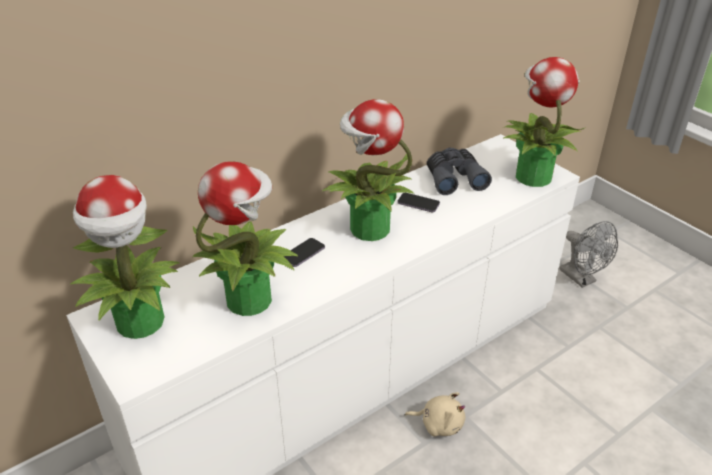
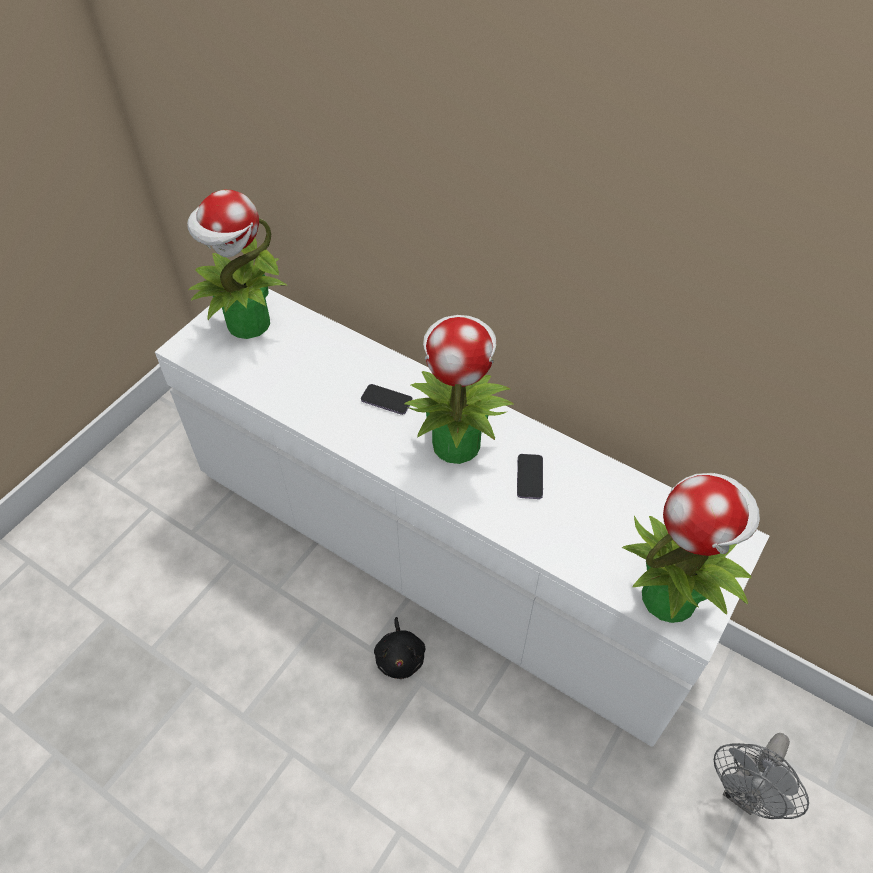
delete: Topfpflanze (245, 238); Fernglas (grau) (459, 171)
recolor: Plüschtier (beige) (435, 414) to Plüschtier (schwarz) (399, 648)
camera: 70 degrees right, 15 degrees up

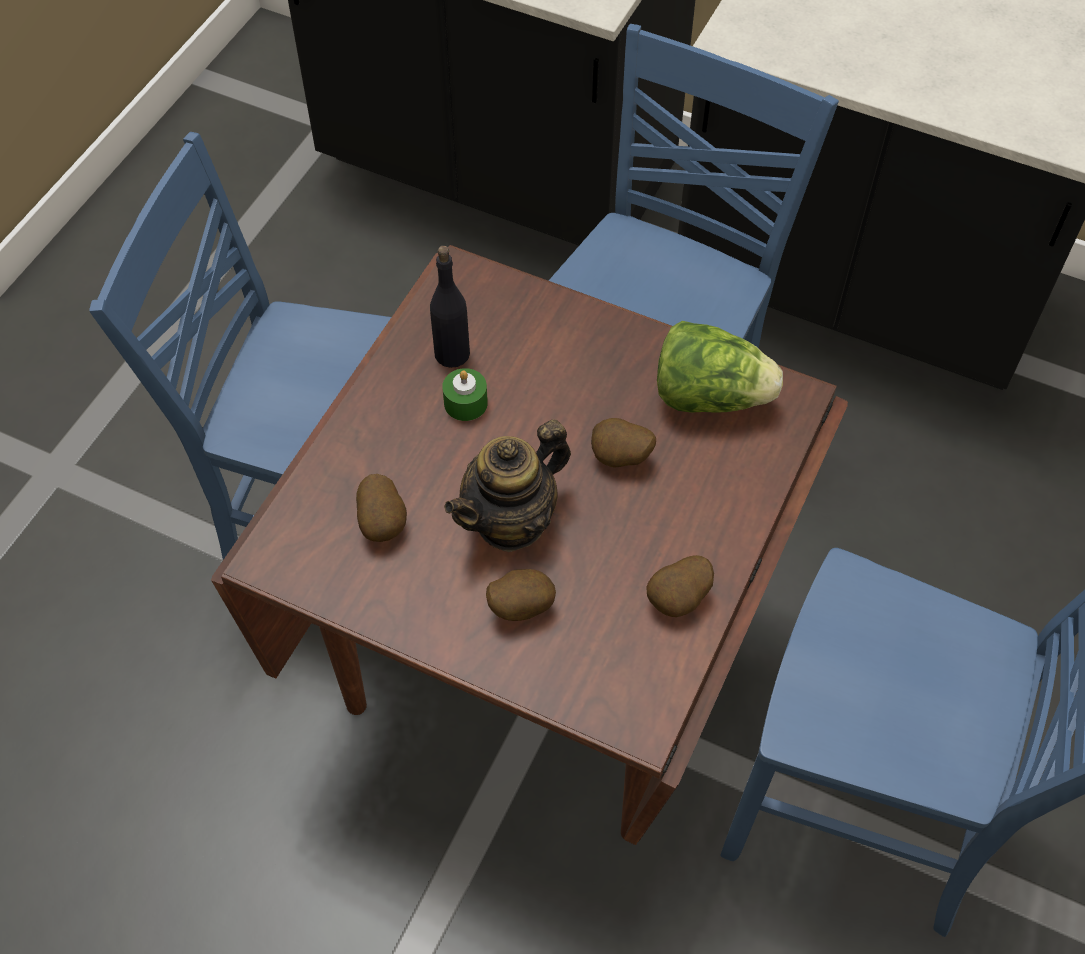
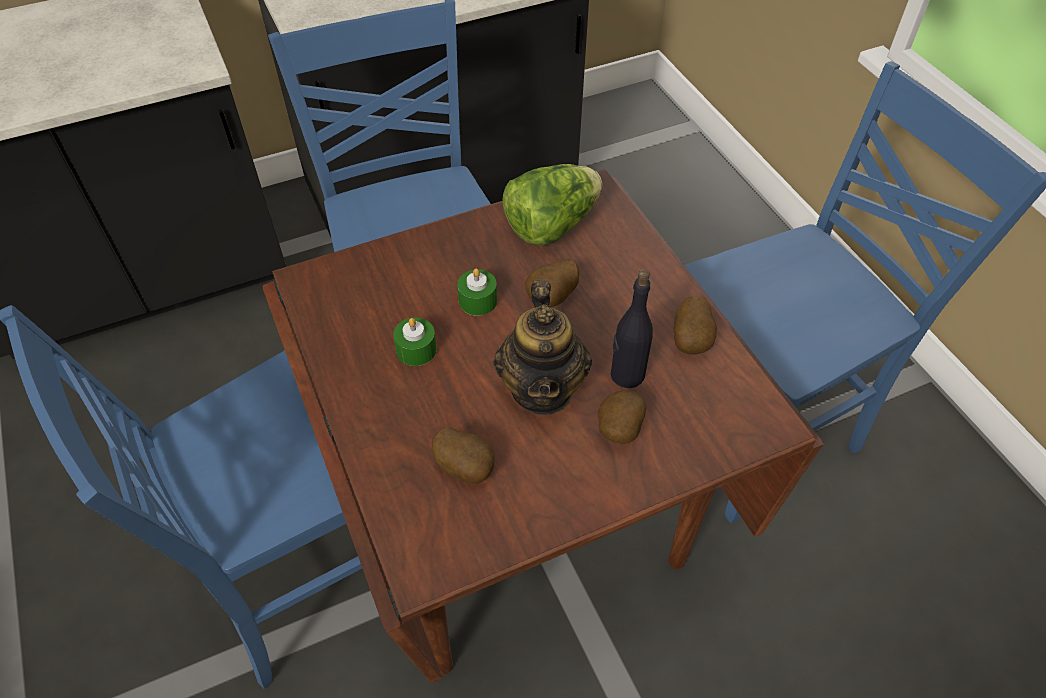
insert: Kerze (grün) (477, 292)
move: Flasche (schwarz) (450, 307) to (632, 328)
camera: 50 degrees left, 5 degrees down

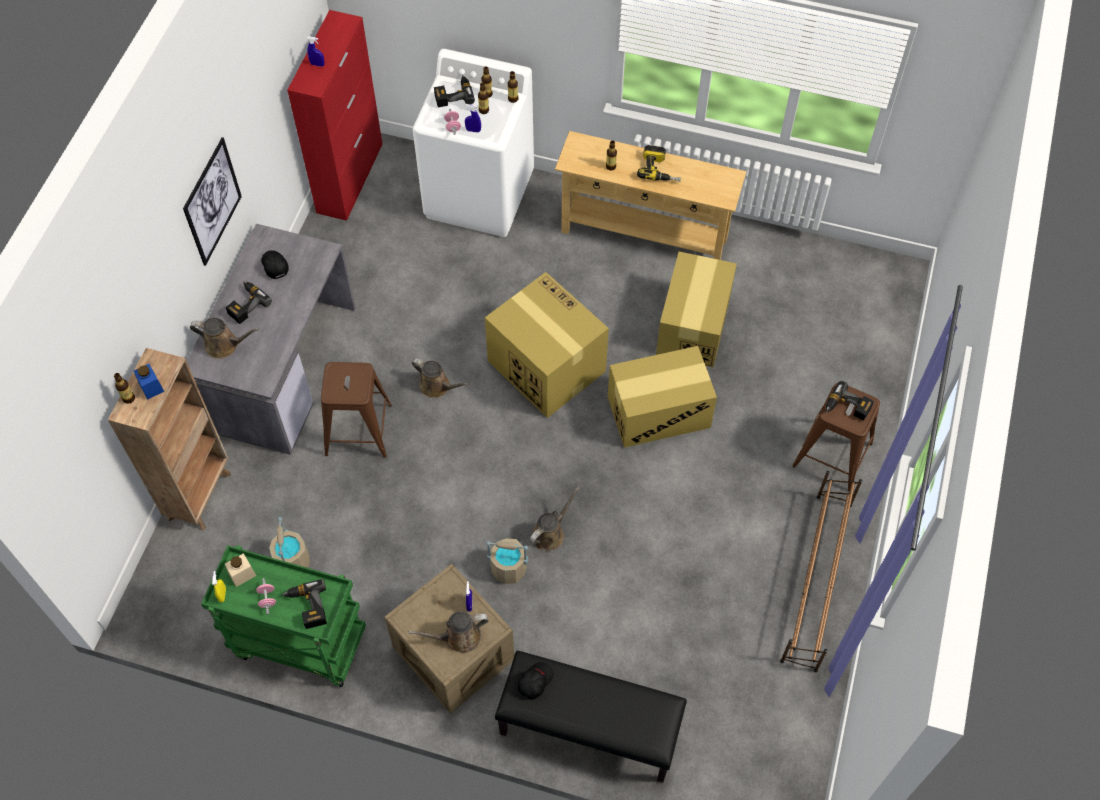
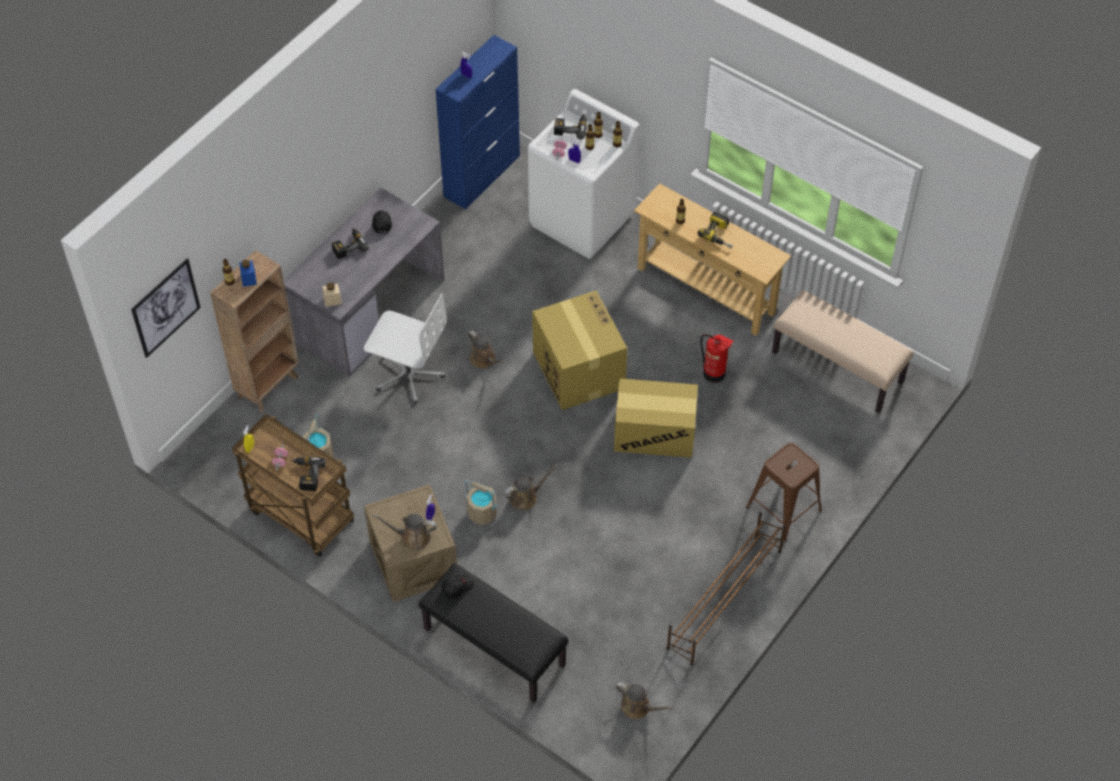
delete: Bohrmaschine (850, 401)
insert: Bank (beige) (842, 351)
move: Bild (212, 201) to (166, 308); Gießkanne (braun) (224, 338) to (644, 700); Vorratsglas (beige) (240, 570) to (332, 294)
replace: Hocker (braun) (356, 410) to Bürostuhl (weiß) (405, 348); Karton (696, 309) to Feuerlöscher (717, 358)
recolor: Rollwagen (grün) (283, 616) to Rollwagen (braun) (293, 485); Schrank (rot) (334, 115) to Schrank (blau) (477, 122)
camera: 20 degrees right, 5 degrees down

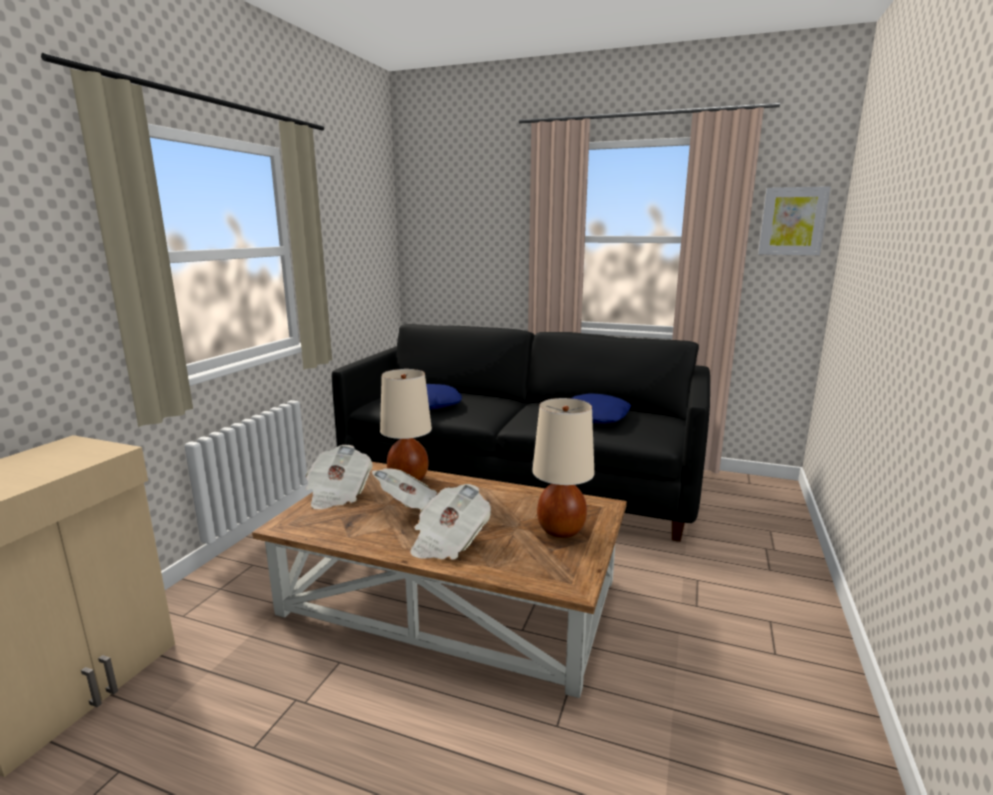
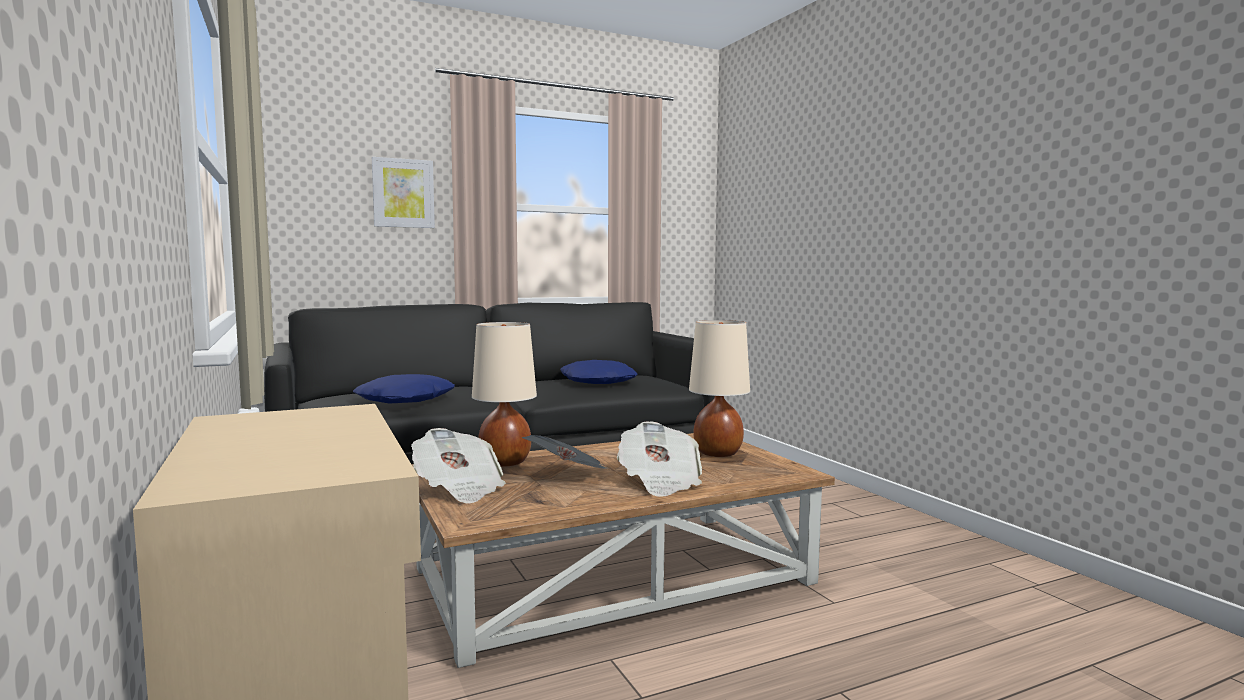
move: Bild (794, 220) to (403, 192)
camera: 45 degrees left, 10 degrees down

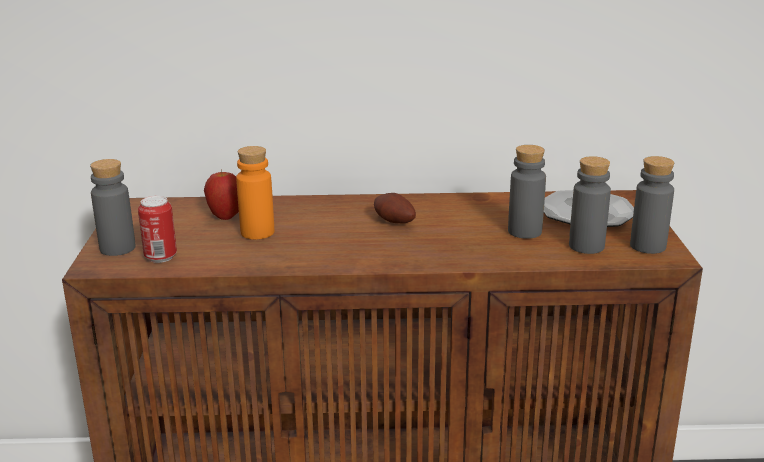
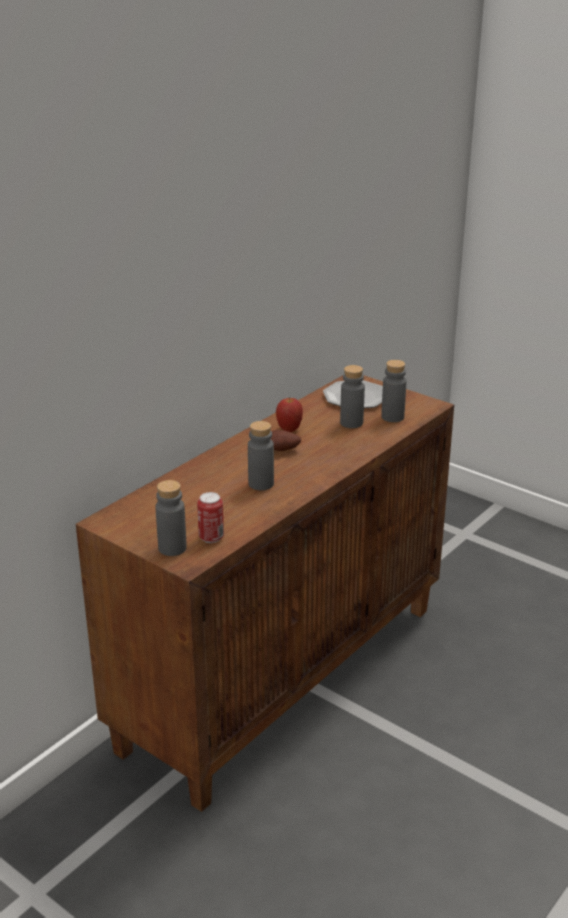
delete: Flasche (orange) (255, 192)
move: Apfel (221, 195) to (289, 415); Flasche (grau) (652, 205) to (261, 455)
camera: 50 degrees left, 5 degrees up

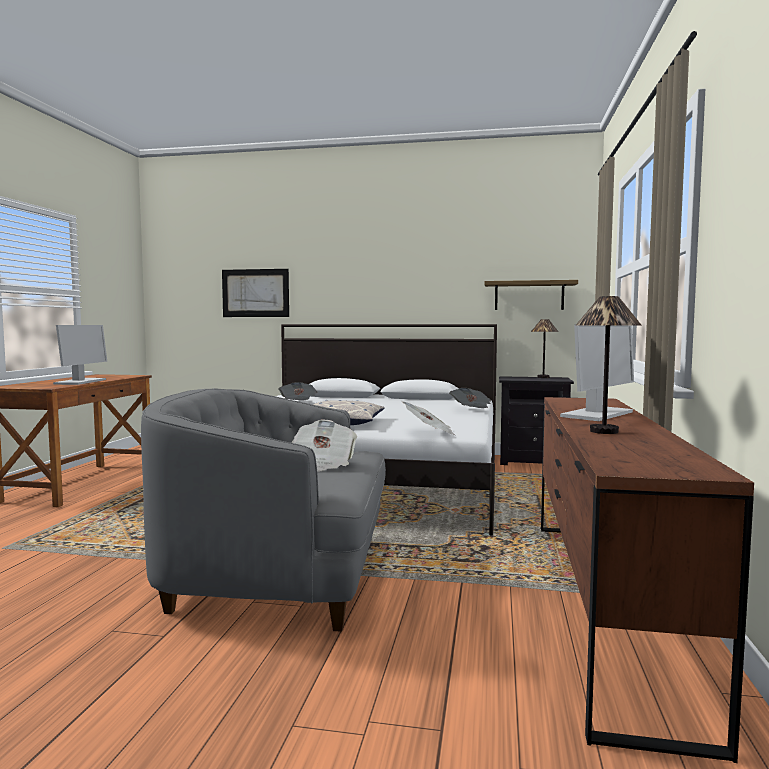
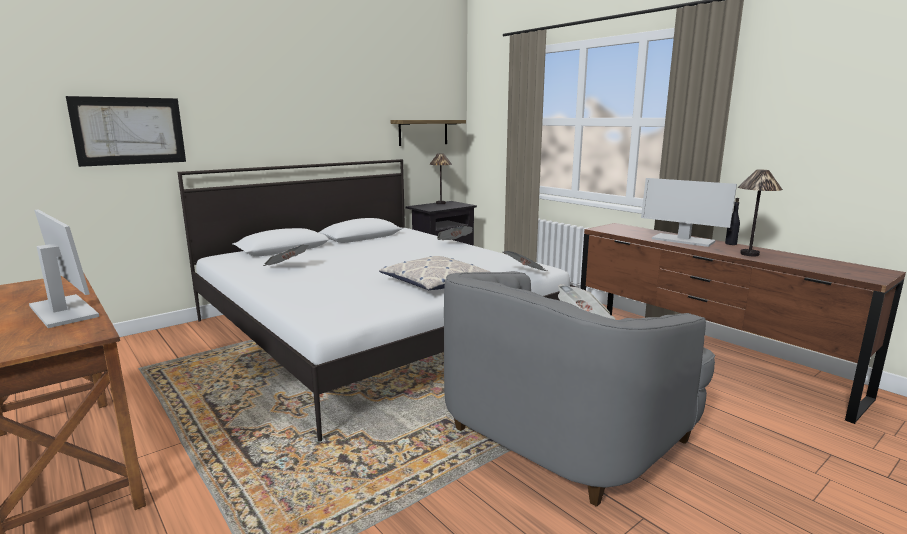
insert: Flasche (schwarz) (732, 221)
rotate: Monitor (597, 372) = (689, 212) 135 degrees clockwise
camera: 50 degrees left, 10 degrees up

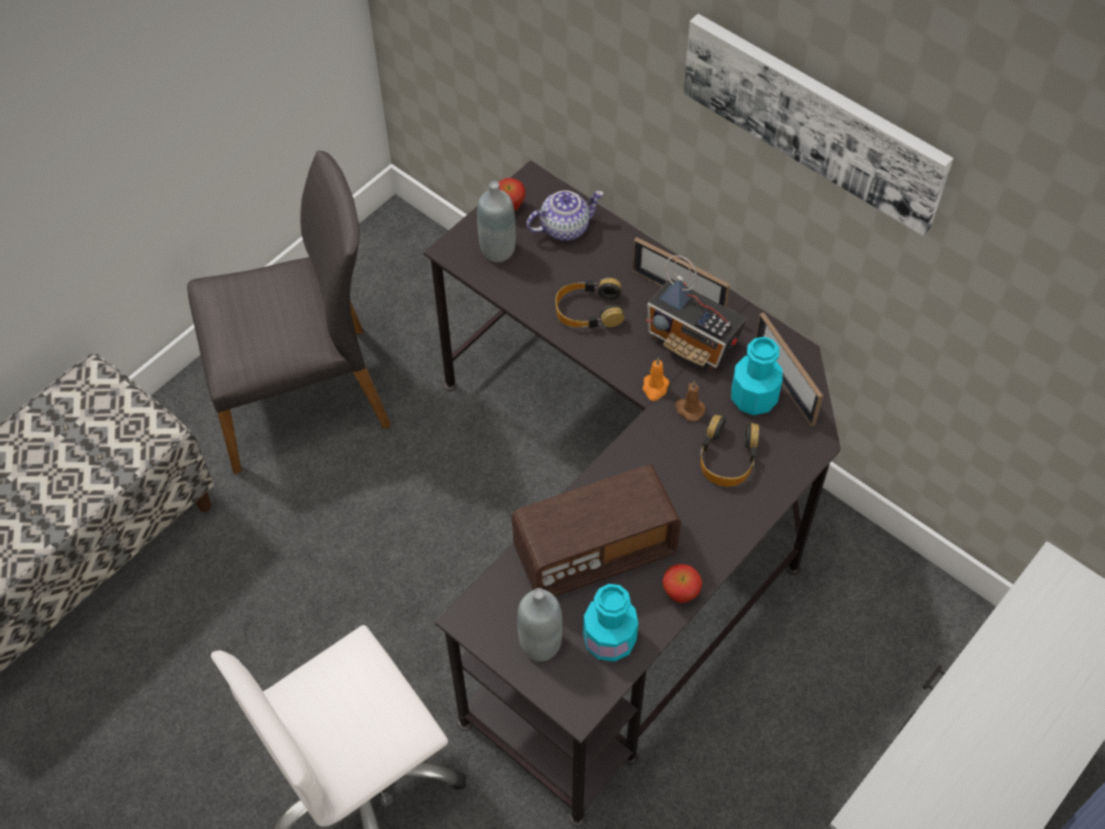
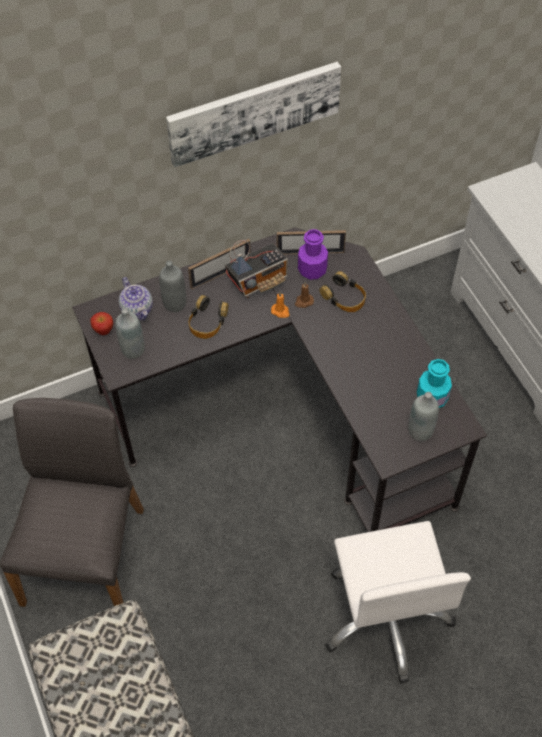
delete: Radio (596, 530); Apfel (682, 583)
insert: Flasche (grau) (172, 286)
recolor: Flasche (türkis) (757, 376) to Flasche (lila) (313, 254)
rotate: Teekanne (565, 215) = (136, 298) 150 degrees clockwise
camera: 65 degrees left, 0 degrees up

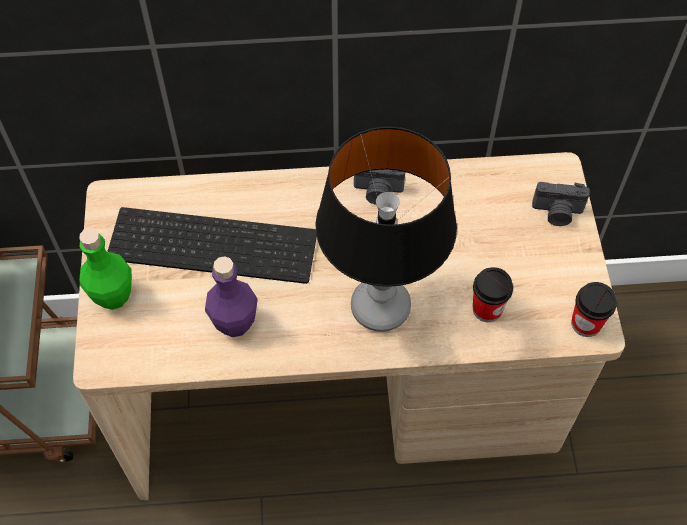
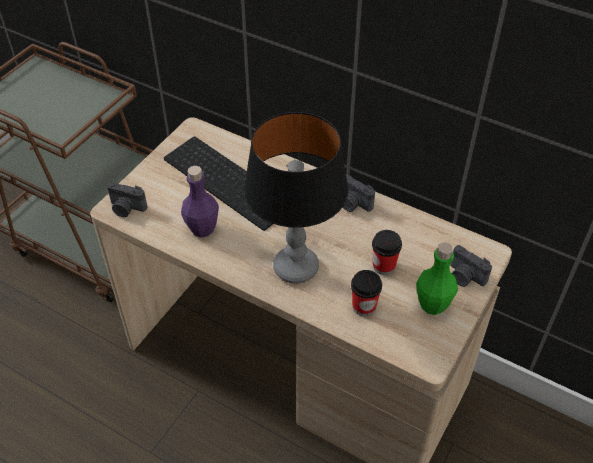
insert: Kamera (127, 199)
move: Flasche (grün) (105, 269) to (437, 278); Tasse (594, 309) to (387, 252)
camera: 35 degrees right, 10 degrees down

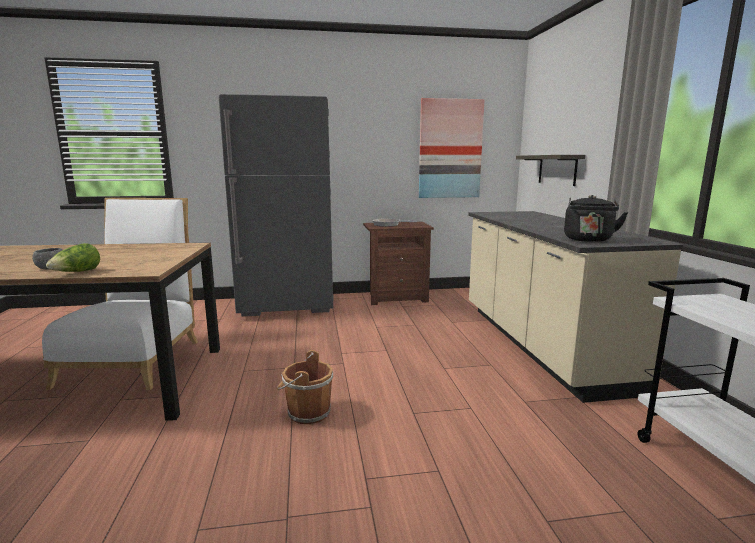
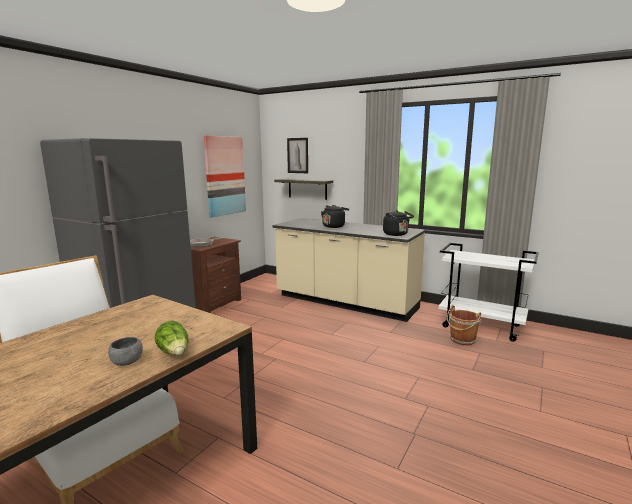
insert: Bild (297, 155); Wasserkessel (schwarz) (335, 216)
move: Eimer (braun) (305, 387) to (464, 325)
camera: 50 degrees left, 0 degrees up

